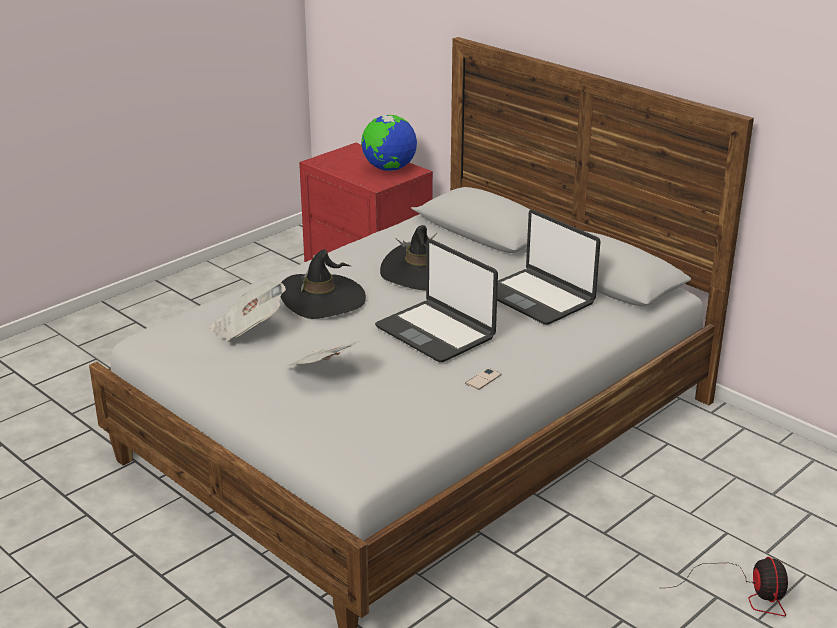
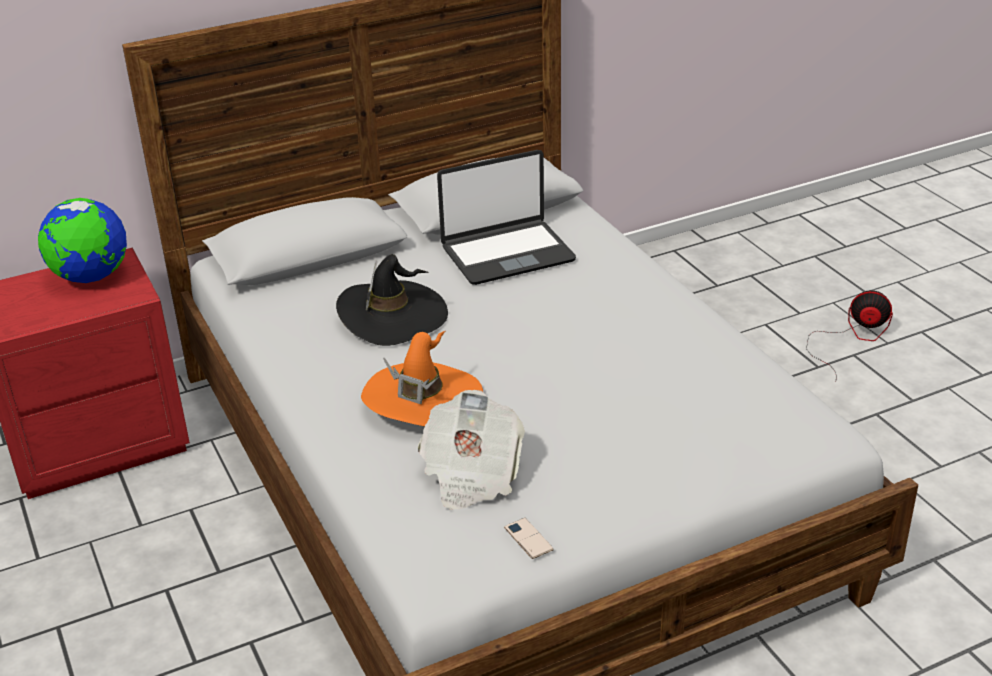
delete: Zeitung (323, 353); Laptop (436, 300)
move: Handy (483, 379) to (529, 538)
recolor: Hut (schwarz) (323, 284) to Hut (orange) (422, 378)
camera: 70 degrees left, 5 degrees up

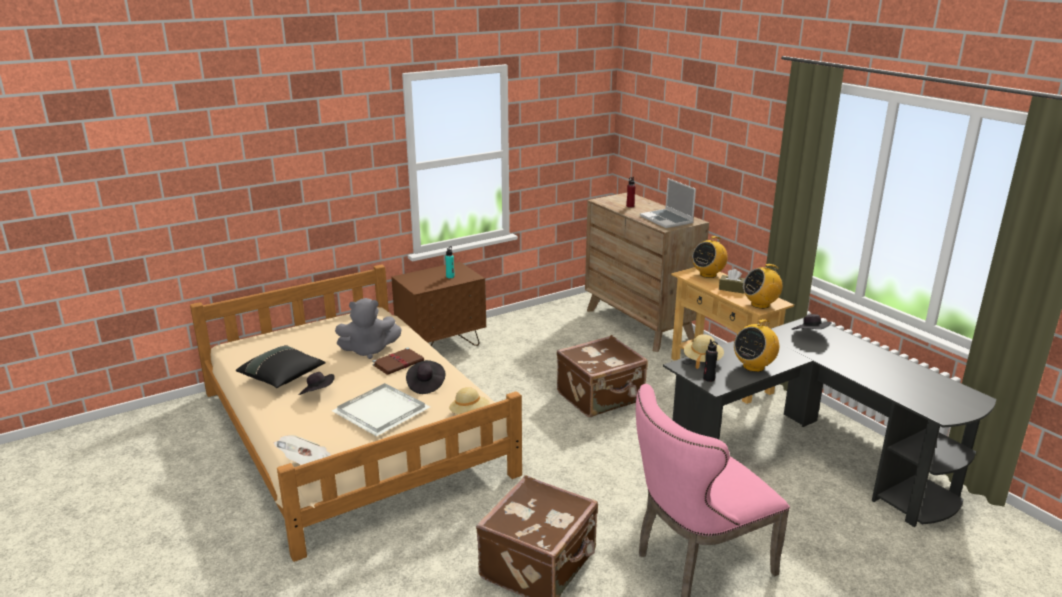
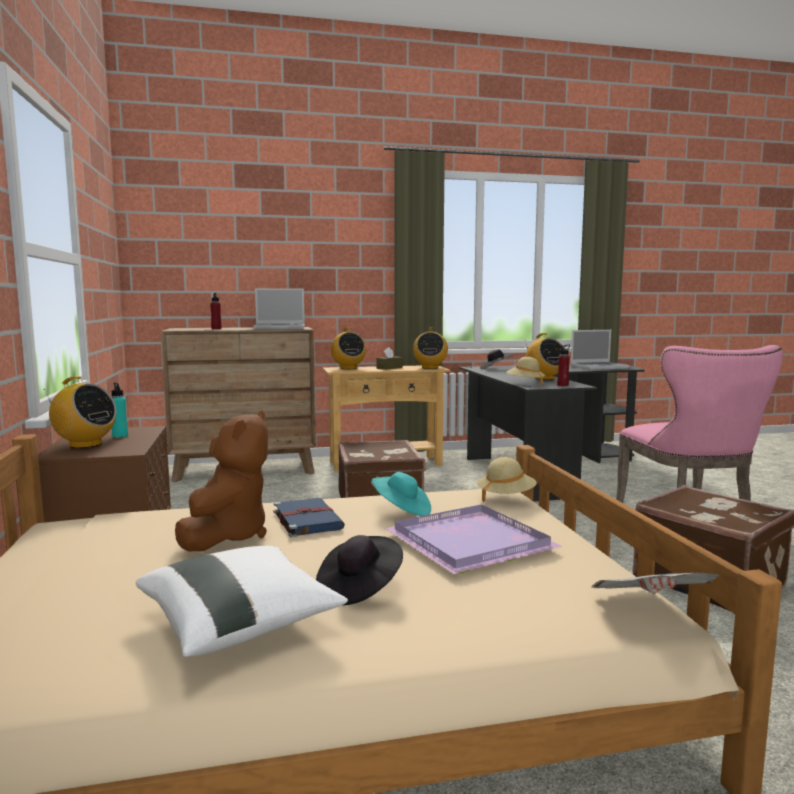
insert: Radio (80, 412); Laptop (600, 350)
recolor: Kissen (schwarz) (280, 366) to Kissen (weiß) (242, 601); Tablett (weiß) (381, 409) to Tablett (lila) (473, 539); Plüschtier (grau) (368, 328) to Plüschtier (braun) (221, 481); Buch (braun) (398, 361) to Buch (blau) (309, 517); Hut (schwarz) (425, 377) to Hut (türkis) (401, 494); Flasche (schwarz) (710, 360) to Flasche (rot) (563, 365)
camera: 70 degrees left, 15 degrees down

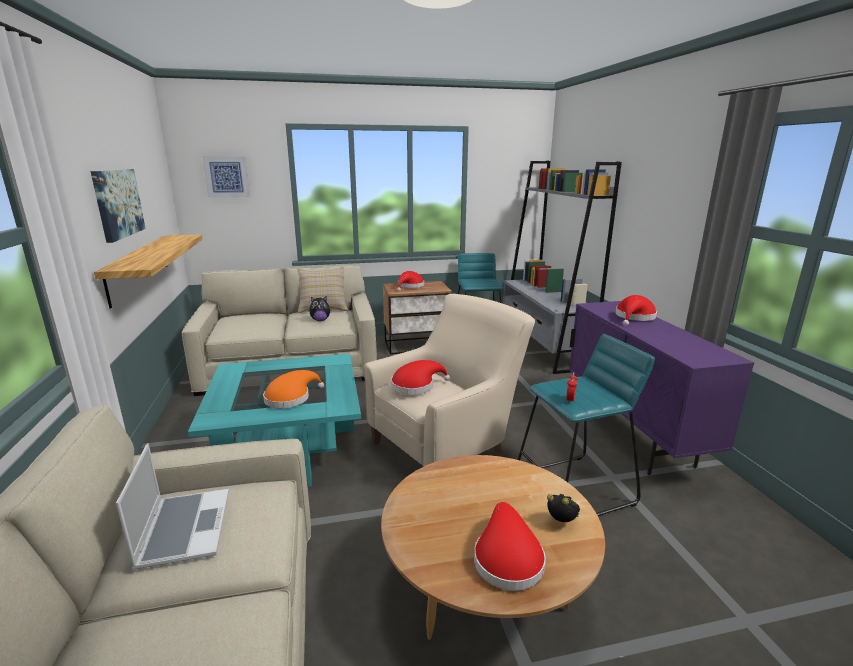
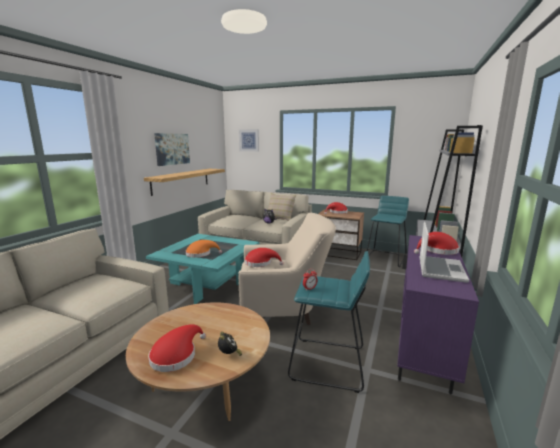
move: Laptop (172, 506) to (444, 252)
camera: 35 degrees right, 5 degrees down

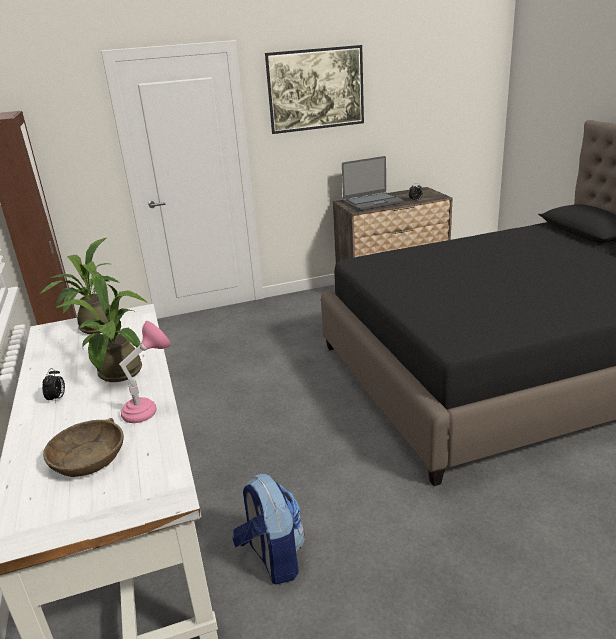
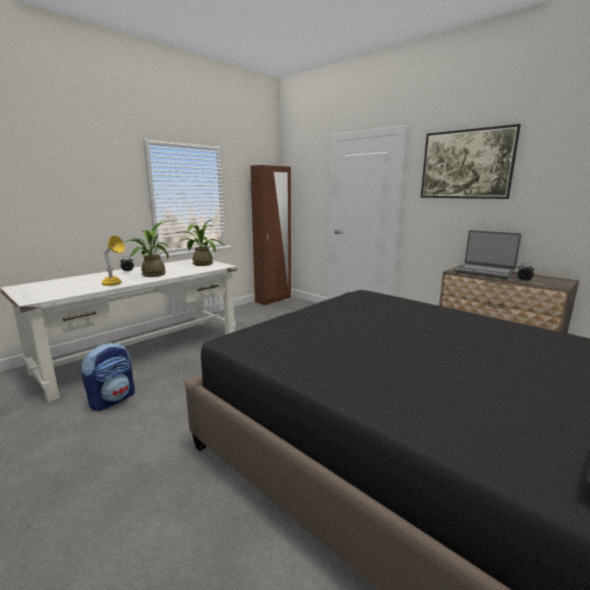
delete: Schüssel (braun) (83, 447)
recolor: Tischlampe (rosa) (144, 372) to Tischlampe (gelb) (113, 261)
camera: 60 degrees right, 10 degrees down

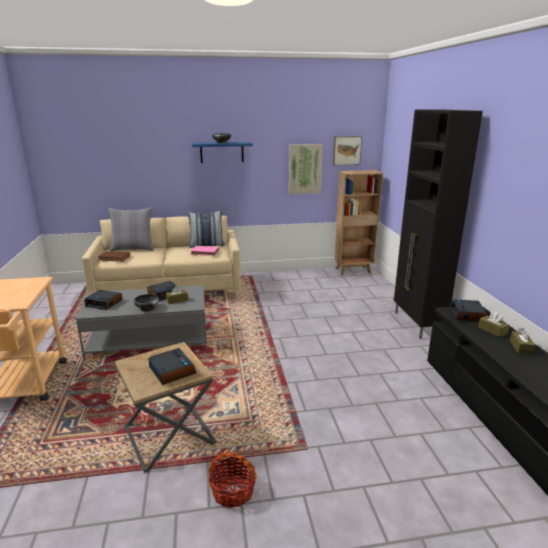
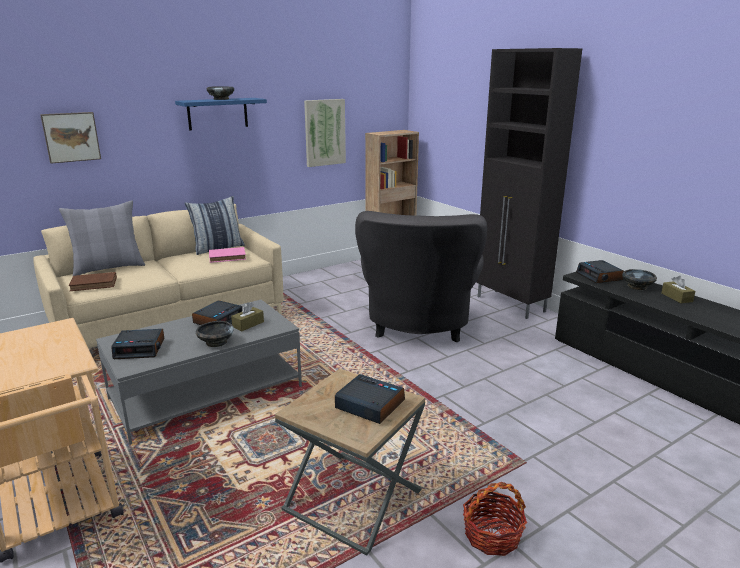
insert: Sessel (grau) (421, 276)
move: Bild (347, 150) to (70, 138)
replace: Taschentuchbox (braun) (493, 324) to Schüssel (schwarz) (639, 279)
camera: 25 degrees left, 0 degrees up

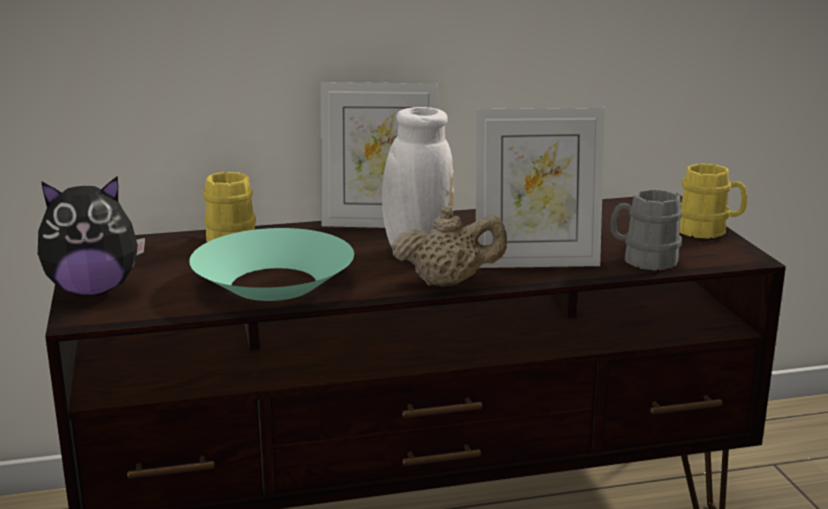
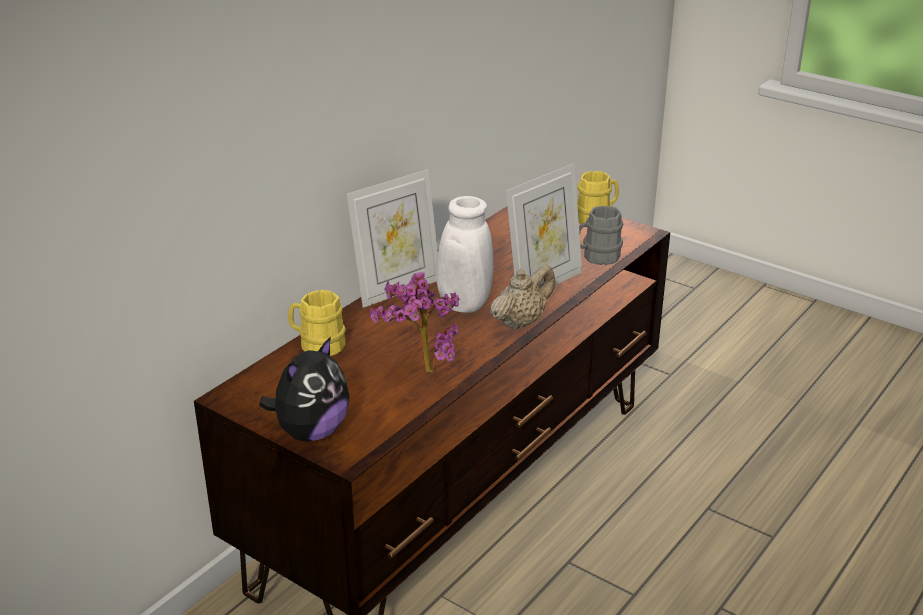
replace: Schüssel (türkis) (271, 264) to Topfpflanze (414, 322)
camera: 40 degrees left, 10 degrees up

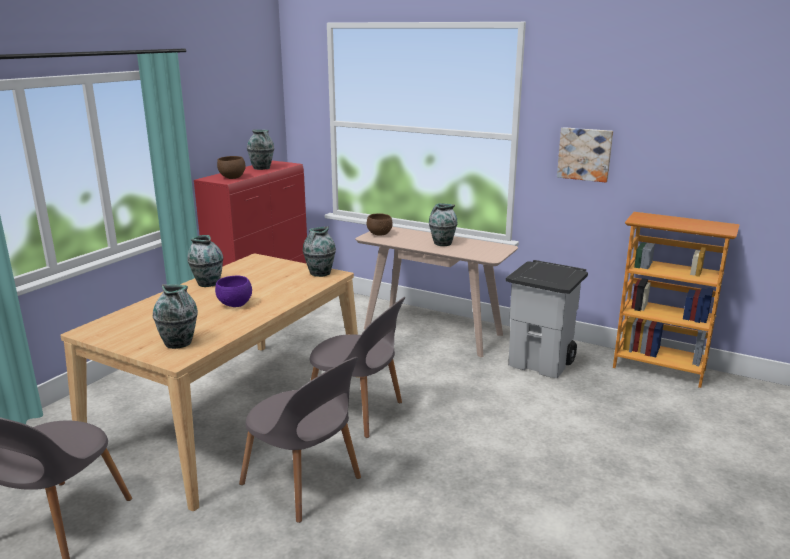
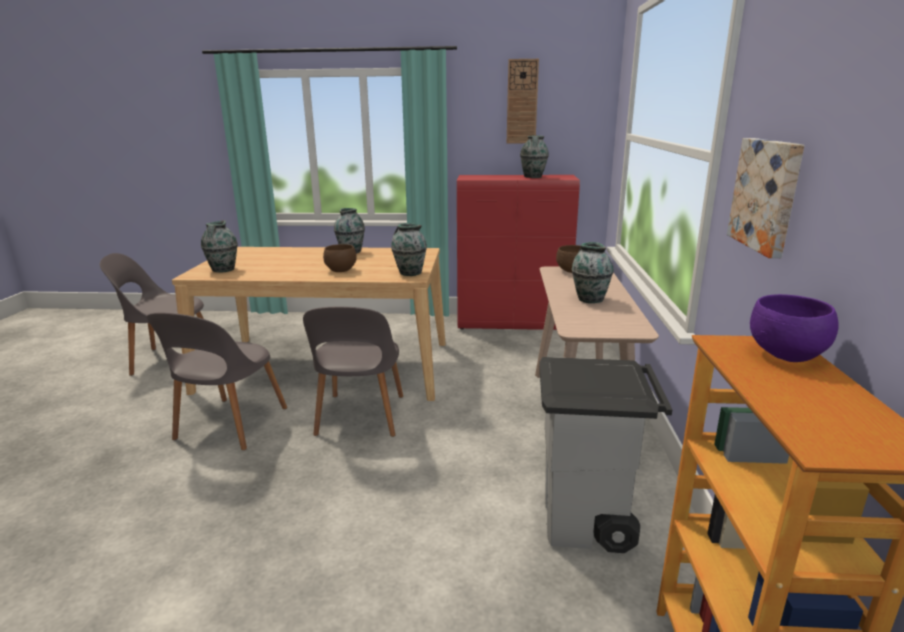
insert: Wanduhr (523, 101)
move: Schüssel (lila) (233, 291) to (794, 328); Schüssel (braun) (231, 167) to (340, 258)
camera: 65 degrees right, 0 degrees up

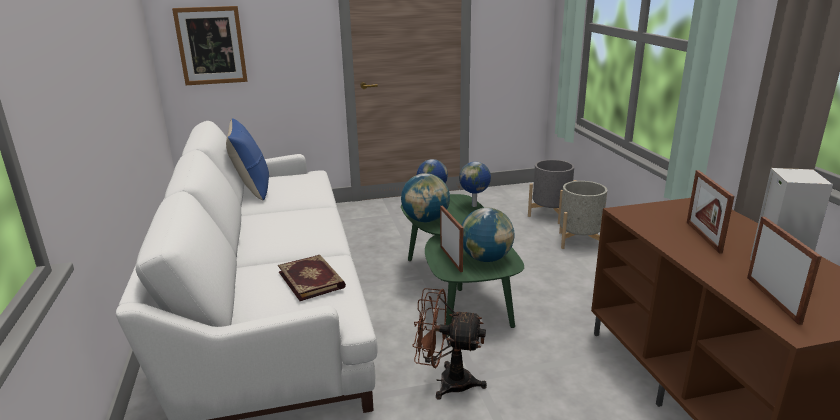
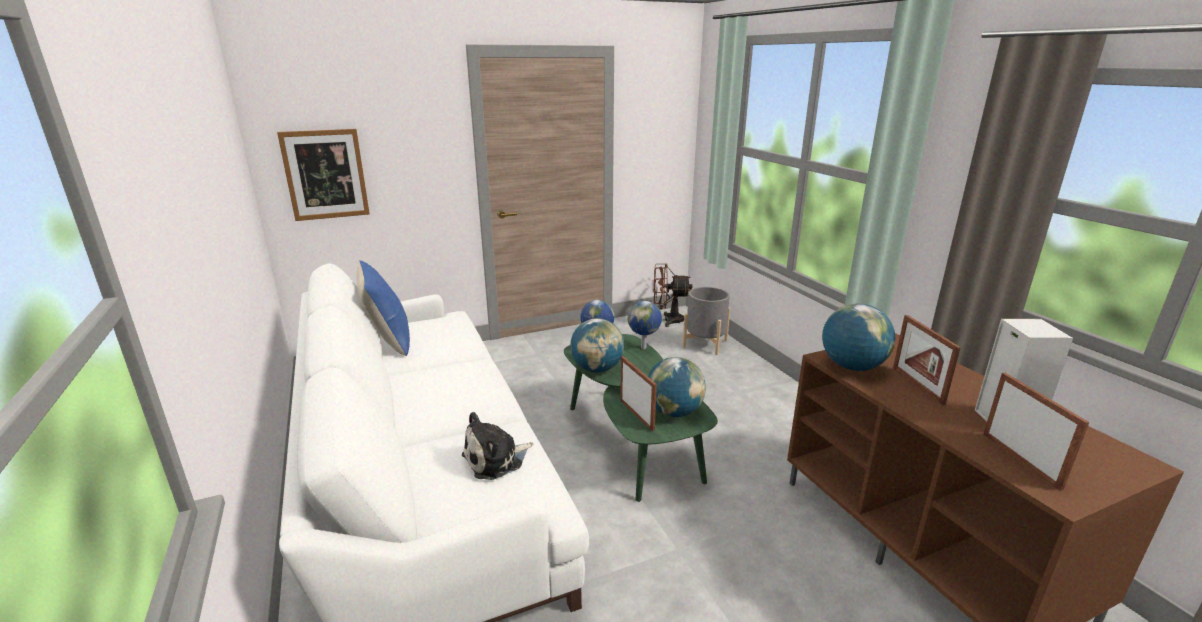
delete: Pflanzkübel (grau) (583, 215)
insert: Globus (859, 337)
move: Ventilator (braun) (449, 343) to (672, 295)
replace: Buch (312, 278) to Plüschtier (497, 446)
camera: 10 degrees left, 0 degrees up

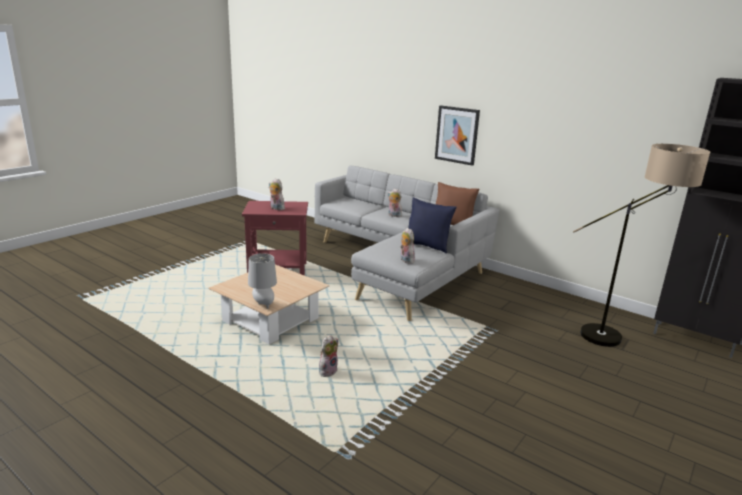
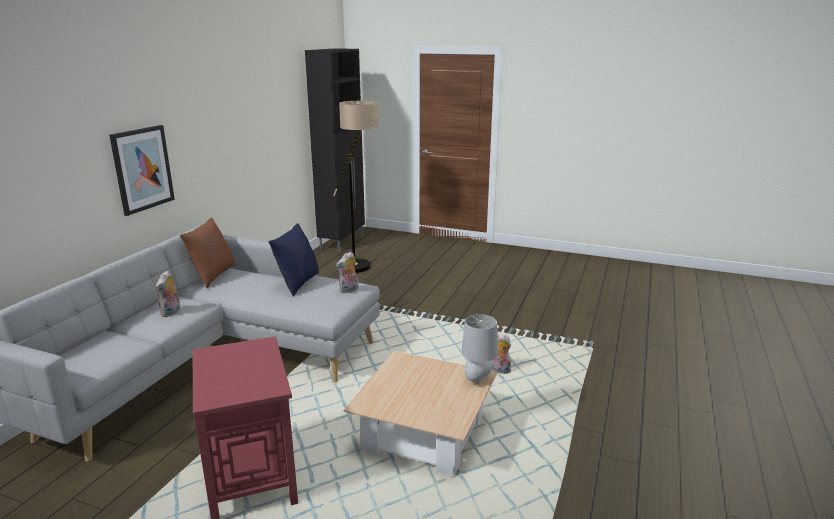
delete: Plüschtier (277, 194)
camera: 105 degrees left, 0 degrees up

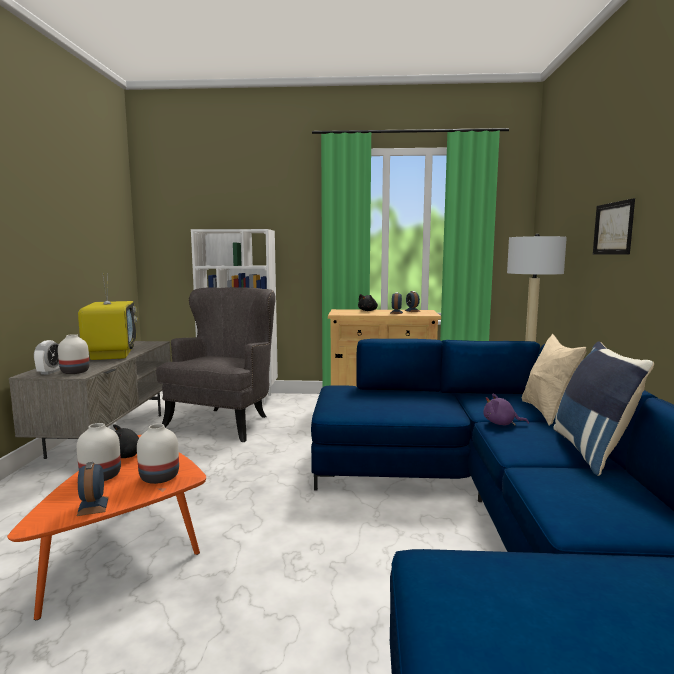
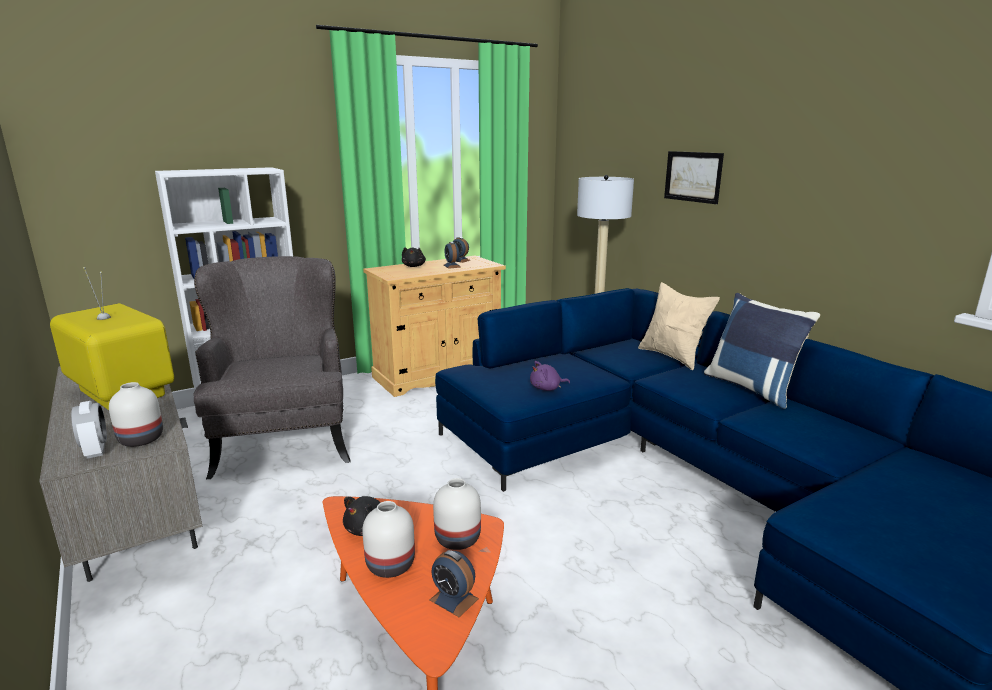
move: Plüschtier (lila) (506, 409) to (550, 376)
camera: 35 degrees left, 10 degrees up

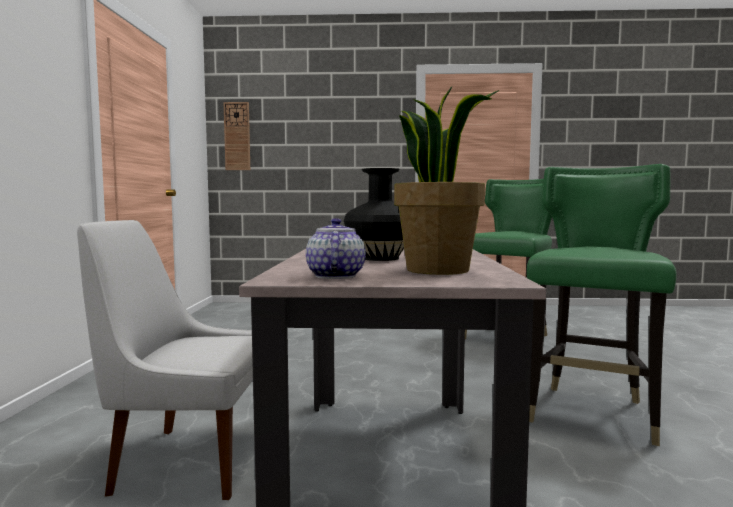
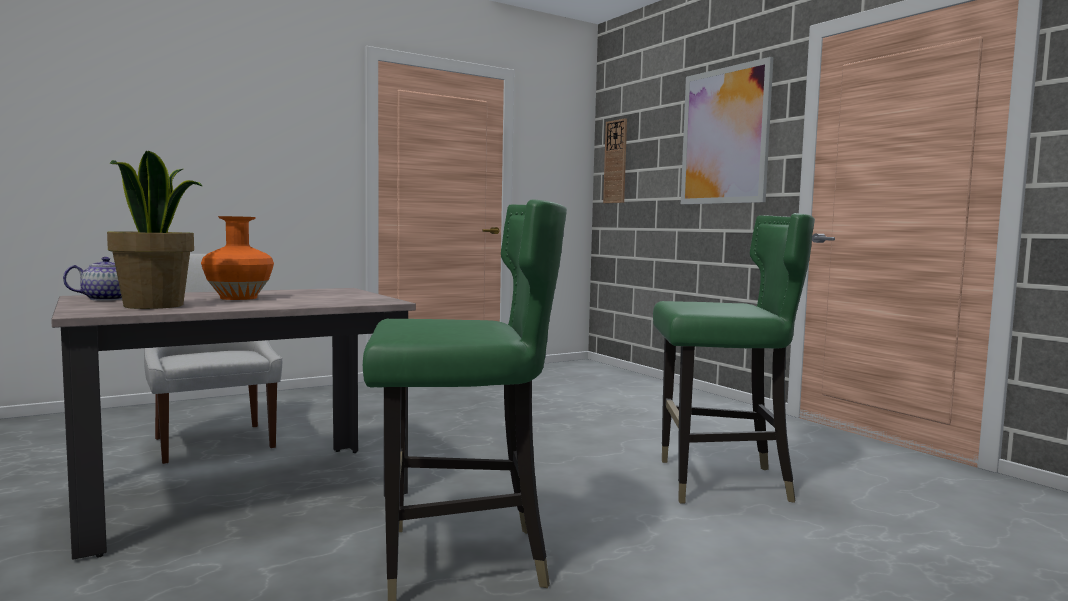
insert: Bild (727, 130)
recolor: Vase (schwarz) (374, 214) to Vase (orange) (237, 258)
camera: 55 degrees right, 0 degrees up

